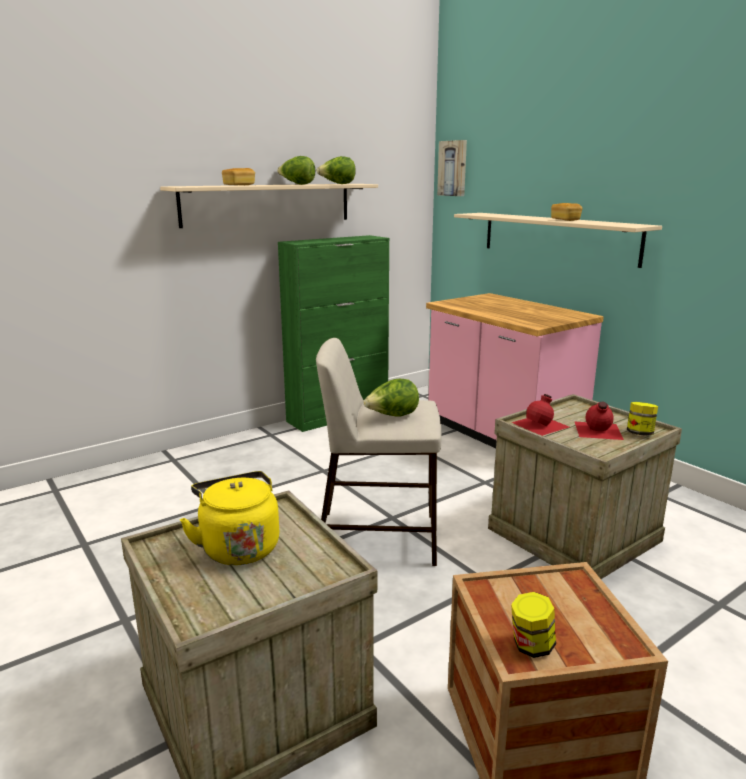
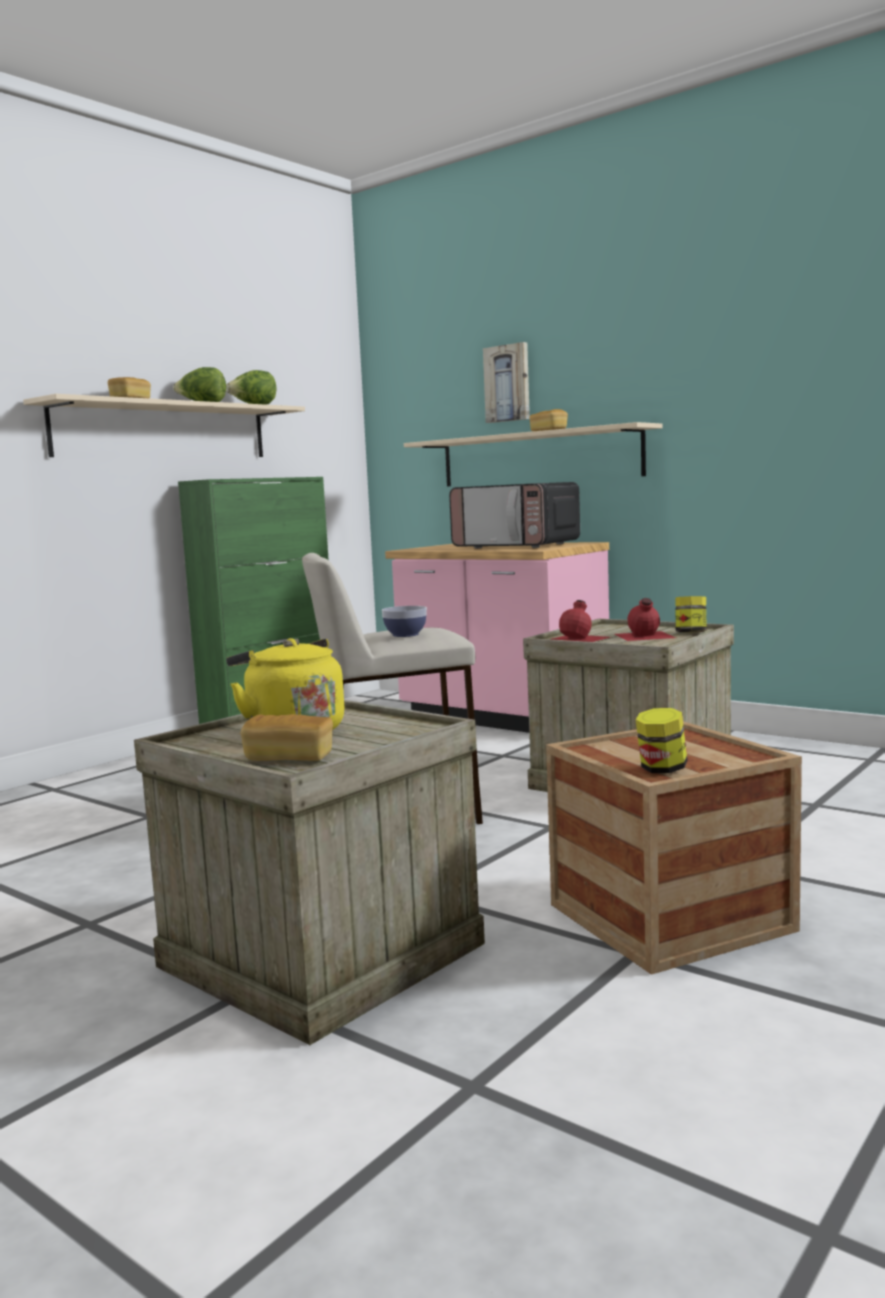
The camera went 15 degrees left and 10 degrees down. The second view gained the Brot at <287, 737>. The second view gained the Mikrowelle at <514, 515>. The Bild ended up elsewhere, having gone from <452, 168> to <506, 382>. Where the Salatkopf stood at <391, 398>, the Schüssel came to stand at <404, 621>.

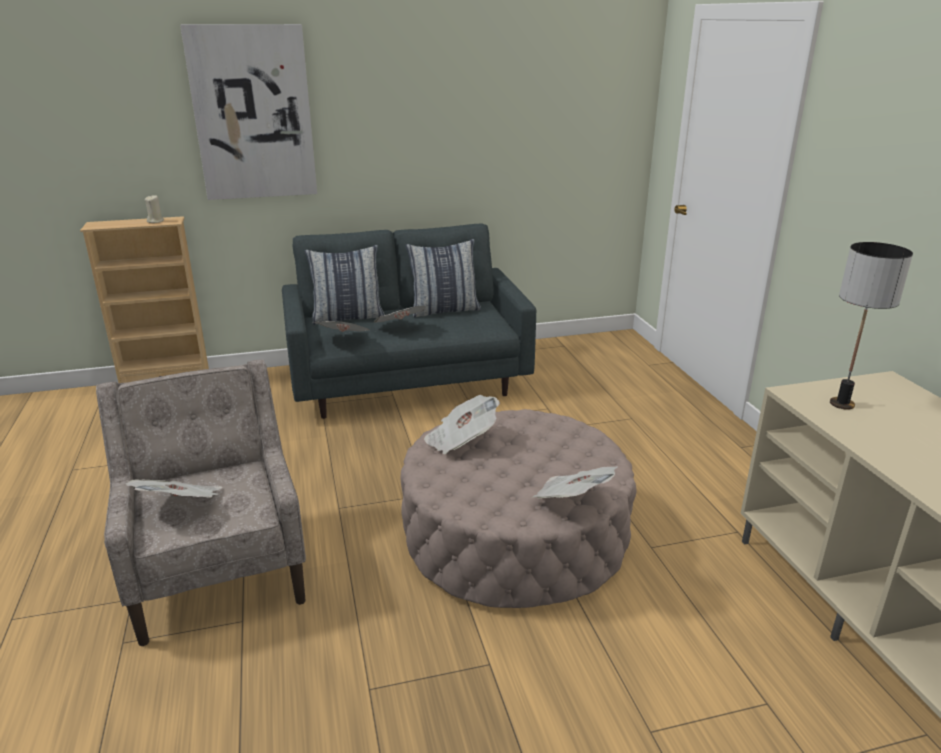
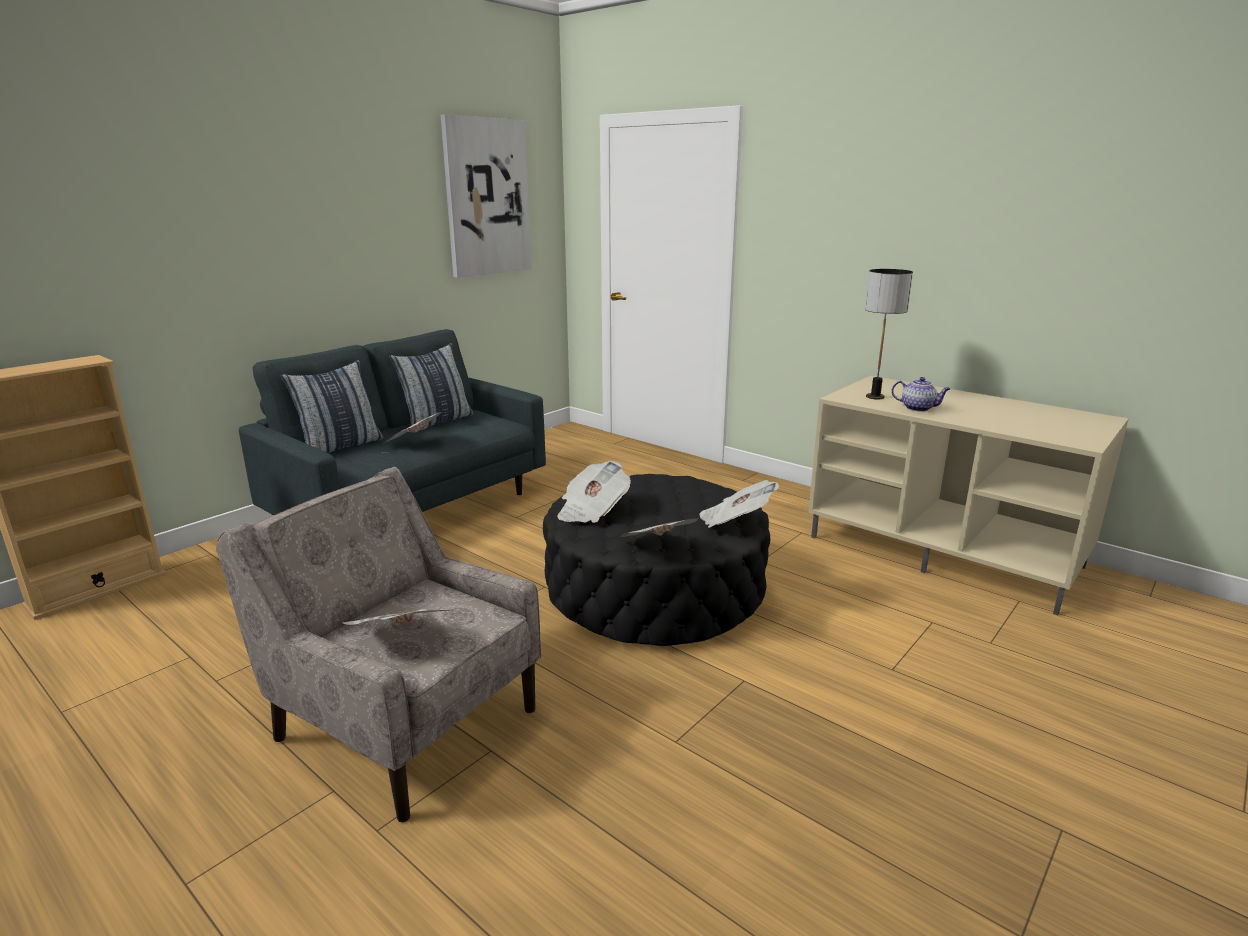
The camera went 35 degrees left and 5 degrees down. The second view lost the Kerze [beige] at <154, 209>. The second view gained the Teekanne at <920, 394>. The Bild ended up elsewhere, having gone from <248, 112> to <486, 196>. The Zeitung ended up elsewhere, having gone from <341, 326> to <659, 527>. What was the Polsterhocker [beige] at <519, 508> turned into the Polsterhocker [schwarz] at <656, 560>.

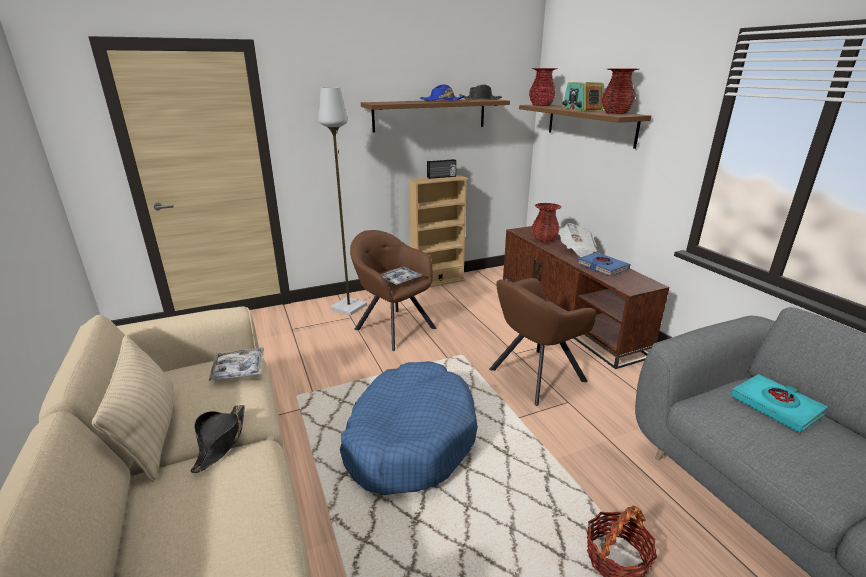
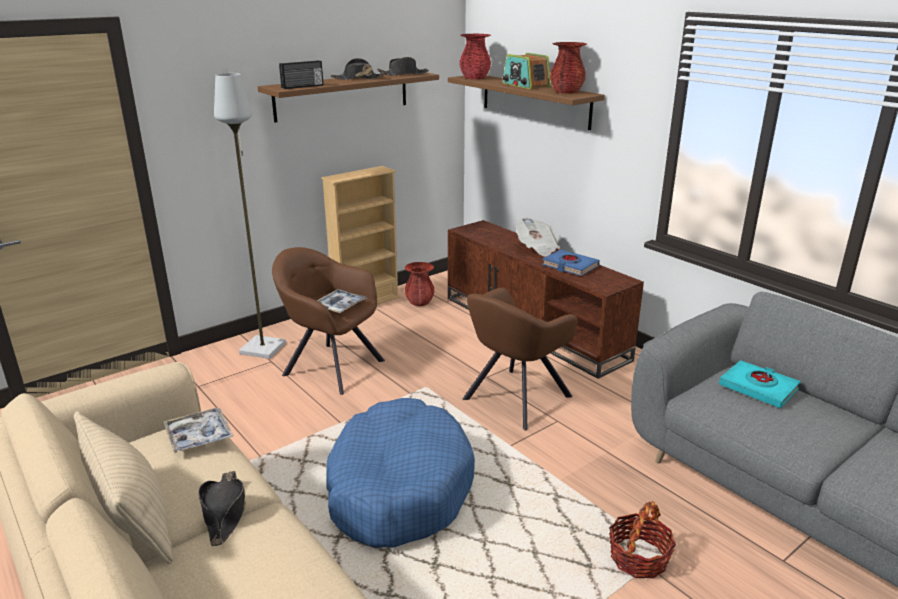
The camera went 15 degrees left and 0 degrees up. The Radio ended up elsewhere, having gone from <441, 169> to <301, 74>. The Vase [rot] ended up elsewhere, having gone from <547, 222> to <420, 284>. What was the Hut [blau] at <442, 92> turned into the Hut [schwarz] at <358, 69>.

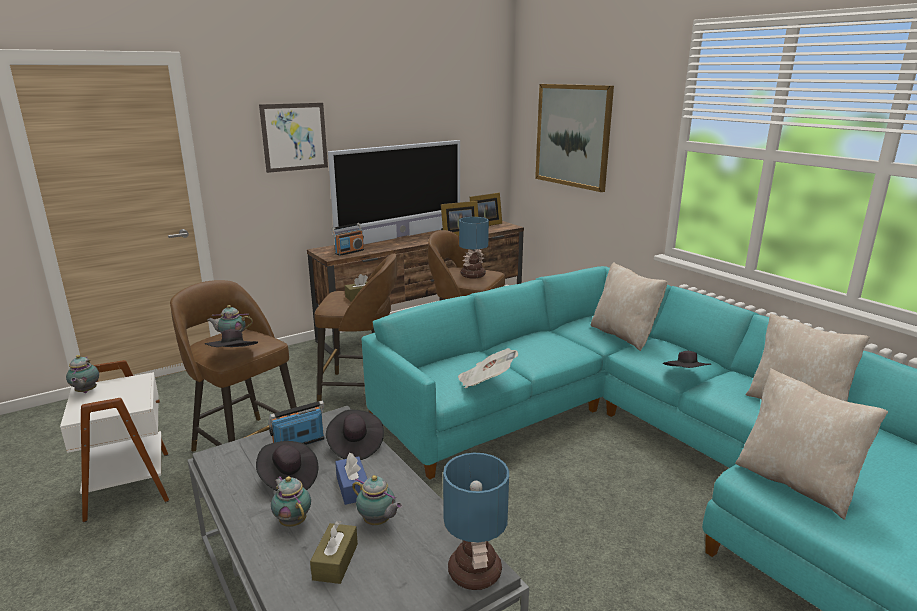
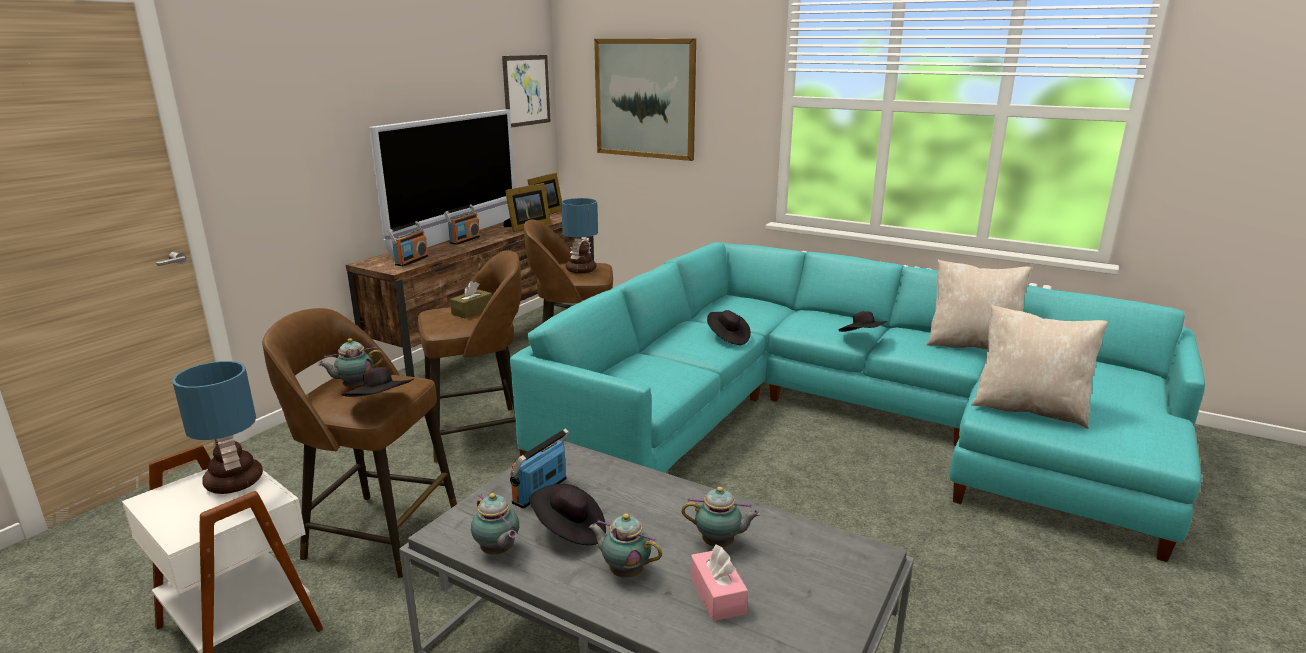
The camera went 25 degrees left and 0 degrees up. The second view lost the Taschentuchbox [blau] at <351, 479>. The second view lost the Zeitung at <488, 368>. The second view lost the Kissen [beige] at <629, 306>. The second view gained the Radio at <462, 224>. The Teekanne ended up elsewhere, having gone from <82, 374> to <495, 523>. The Bild ended up elsewhere, having gone from <293, 138> to <526, 91>. The Hut [schwarz] ended up elsewhere, having gone from <355, 435> to <729, 327>. The Tischlampe ended up elsewhere, having gone from <476, 521> to <217, 427>. What was the Taschentuchbox [braun] at <334, 552> turned into the Taschentuchbox [rosa] at <719, 583>.

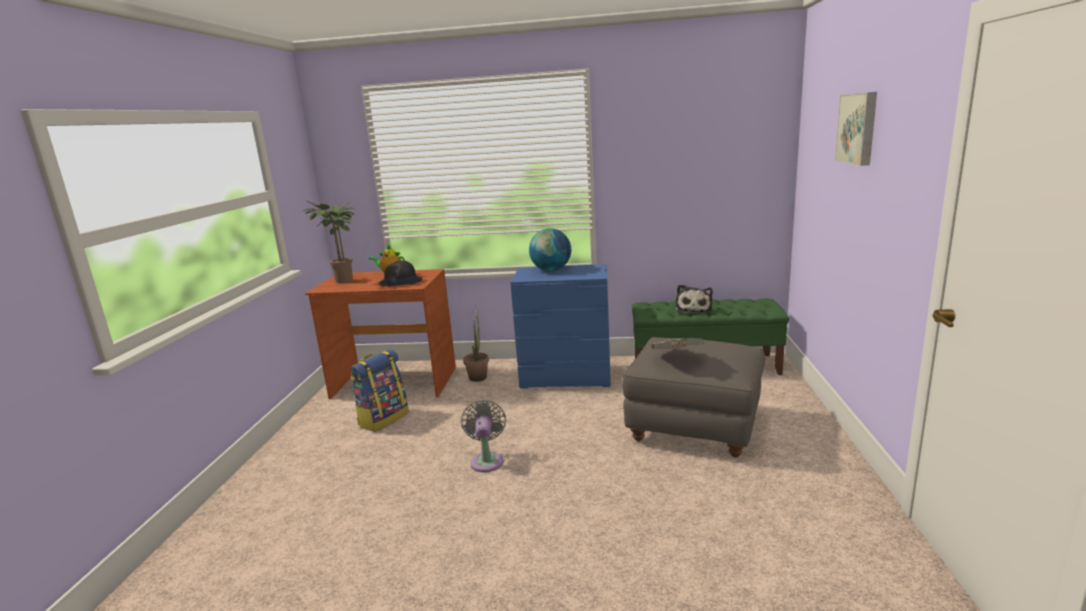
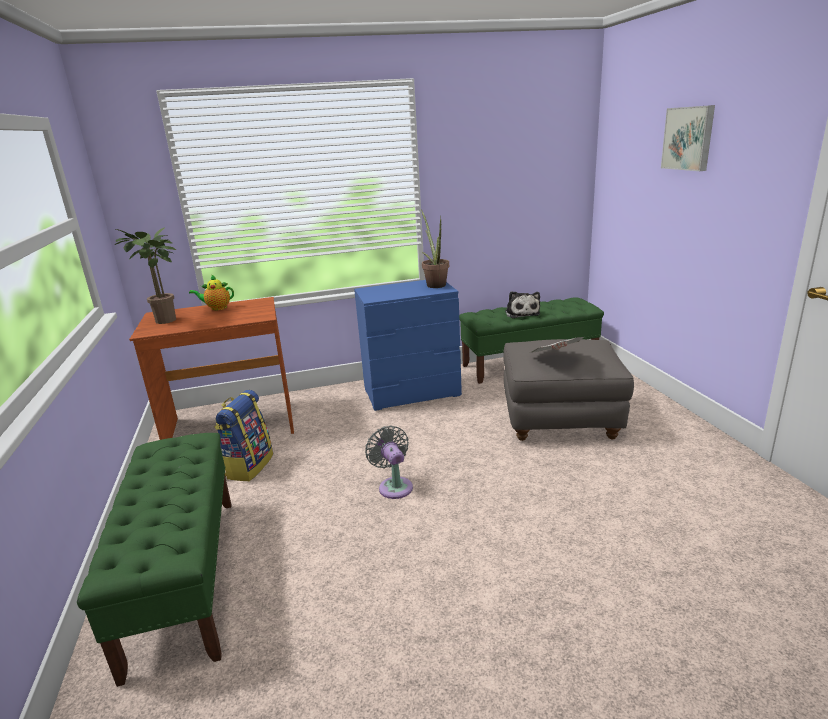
The camera went 20 degrees left and 5 degrees up. The second view lost the Hut [schwarz] at <401, 274>. The second view lost the Globus at <550, 249>. The second view gained the Bank [grün] at <154, 560>. The Topfpflanze ended up elsewhere, having gone from <476, 344> to <435, 248>.

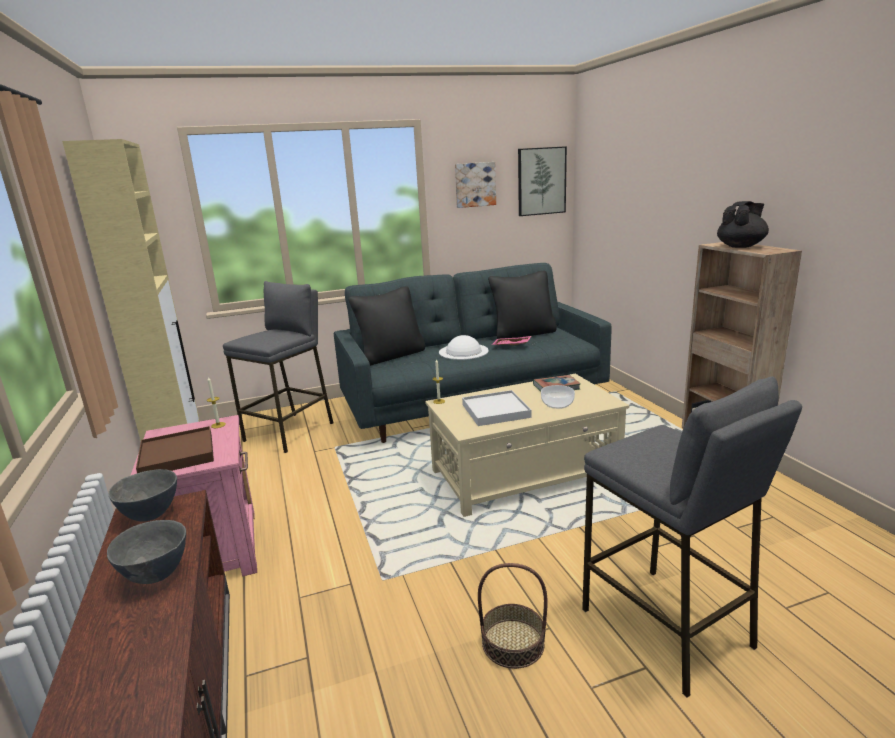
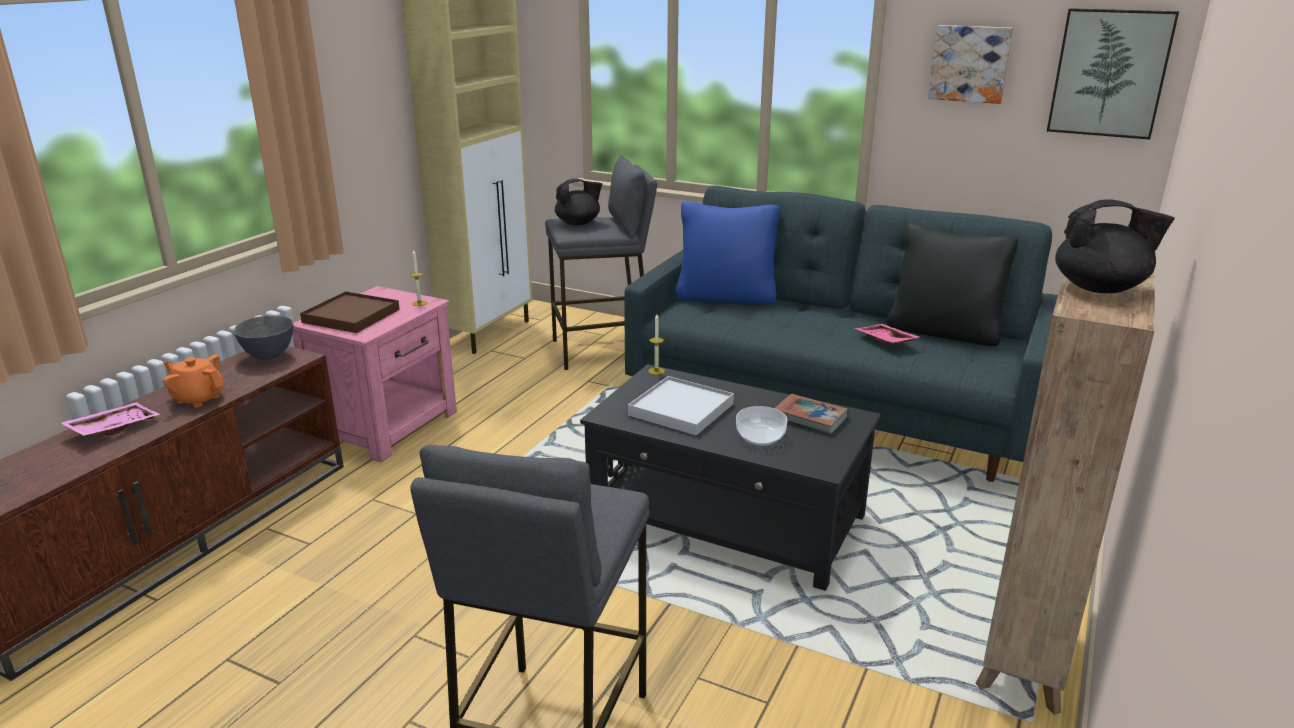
The camera went 45 degrees right and 5 degrees up. The second view lost the Hut [weiß] at <464, 347>. The second view lost the Korb at <513, 616>. The second view gained the Tablett [rosa] at <111, 419>. The second view gained the Teekanne [schwarz] at <578, 202>. Where the Schüssel [grau] stood at <146, 552>, the Teekanne [orange] came to stand at <193, 381>. What was the Kissen [schwarz] at <386, 326> turned into the Kissen [blau] at <727, 253>. What was the Couchtisch [beige] at <527, 445> turned into the Couchtisch [schwarz] at <730, 477>.

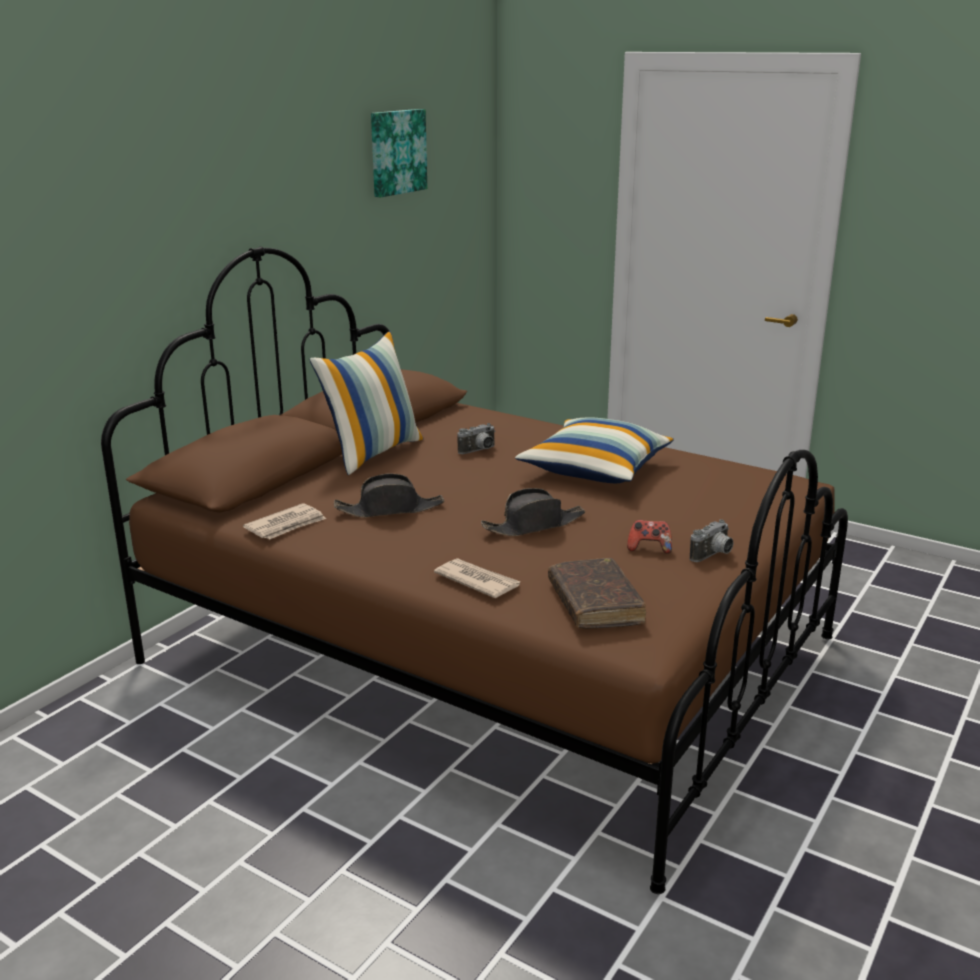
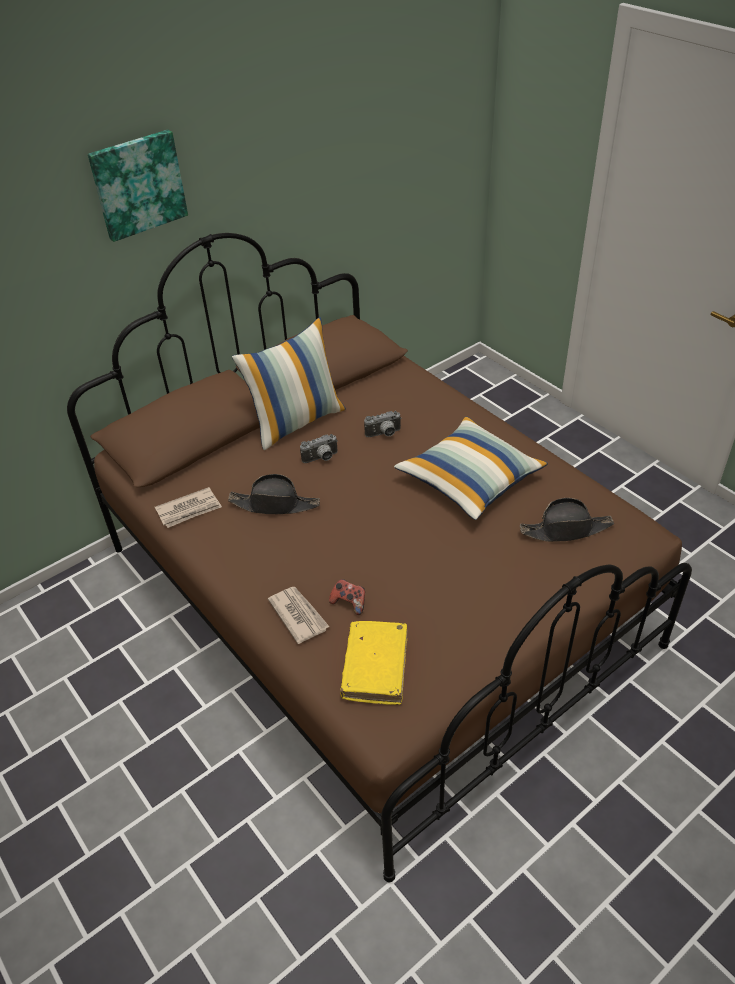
The camera went 20 degrees right and 20 degrees up. The Bild ended up elsewhere, having gone from <399, 153> to <138, 186>. The Hut [schwarz] ended up elsewhere, having gone from <533, 512> to <567, 520>. The Gamepad ended up elsewhere, having gone from <649, 537> to <347, 597>. The Kamera ended up elsewhere, having gone from <712, 540> to <319, 448>. What was the Buch [braun] at <597, 593> turned into the Buch [gelb] at <373, 663>.

